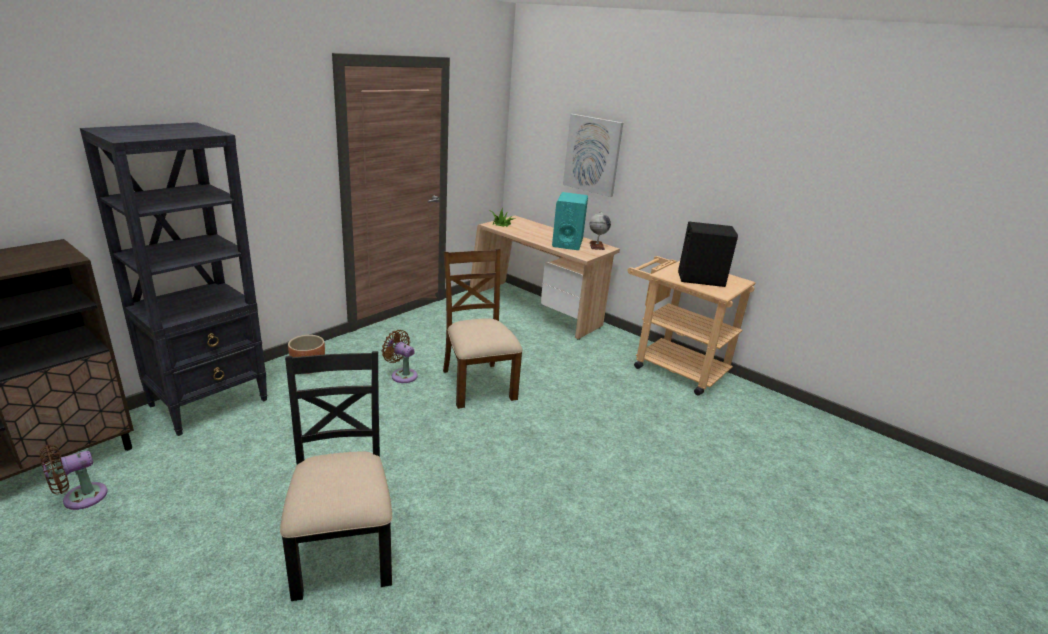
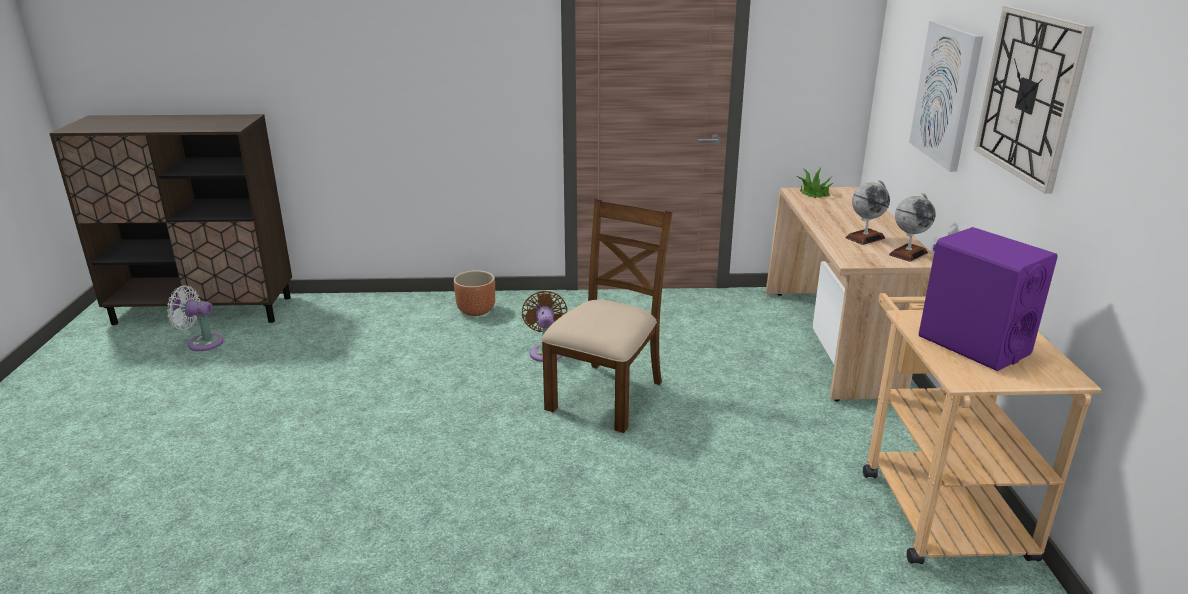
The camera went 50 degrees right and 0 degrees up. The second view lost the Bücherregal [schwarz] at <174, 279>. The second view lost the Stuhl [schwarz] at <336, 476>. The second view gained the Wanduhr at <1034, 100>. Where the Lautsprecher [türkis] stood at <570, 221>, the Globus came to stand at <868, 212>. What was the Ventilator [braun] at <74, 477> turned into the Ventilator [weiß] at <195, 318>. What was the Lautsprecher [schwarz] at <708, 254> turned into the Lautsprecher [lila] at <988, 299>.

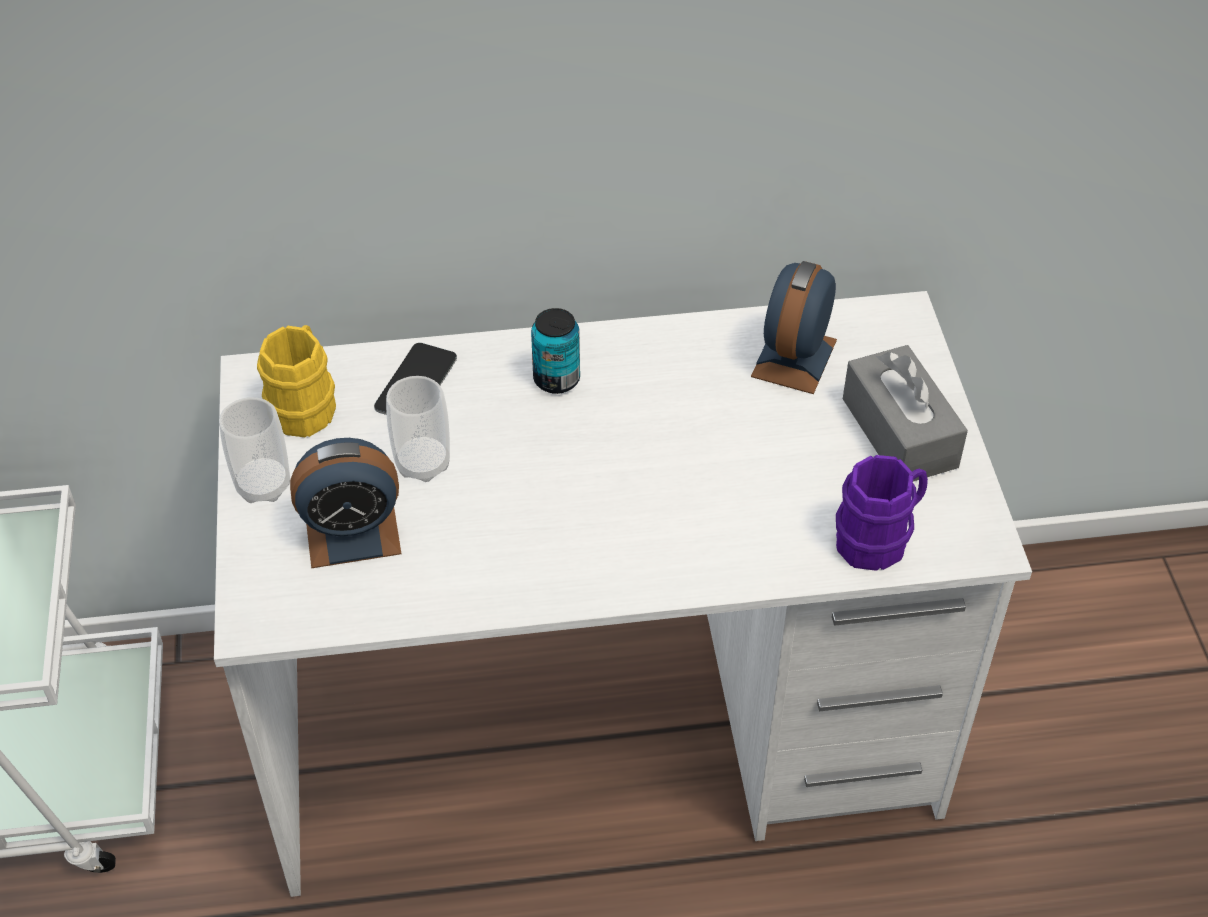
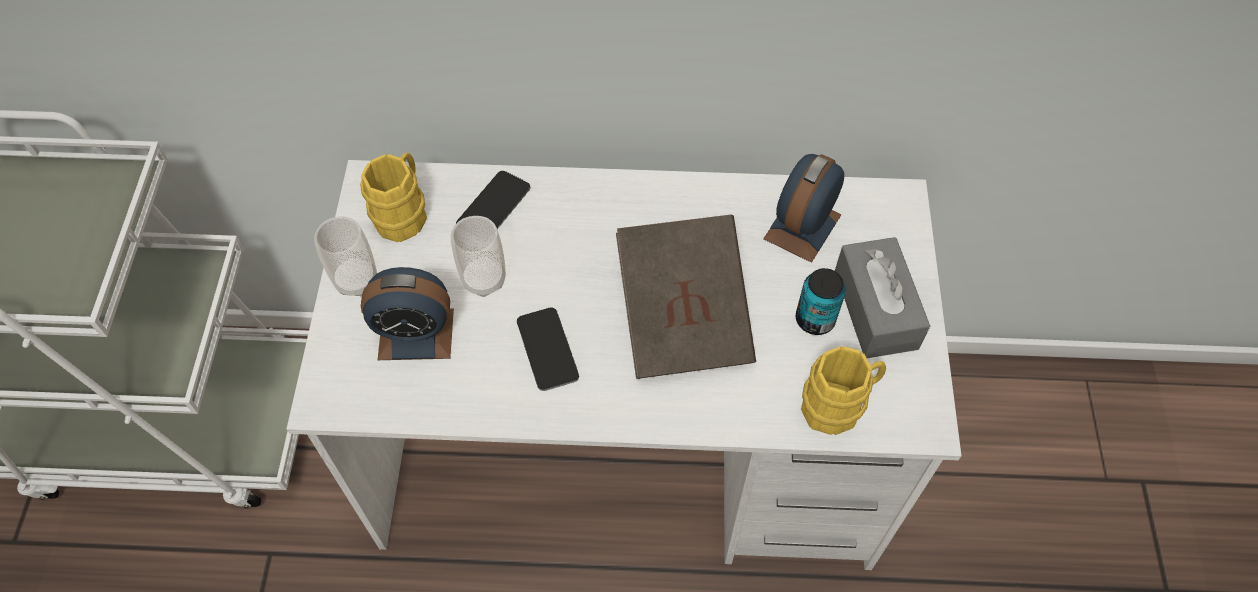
The camera went 10 degrees right and 10 degrees up. The second view gained the Handy at <548, 349>. The second view gained the Buch [braun] at <686, 297>. The Dose ended up elsewhere, having gone from <555, 351> to <821, 301>. What was the Henkelbecher [lila] at <882, 513> turned into the Henkelbecher [gelb] at <843, 390>.

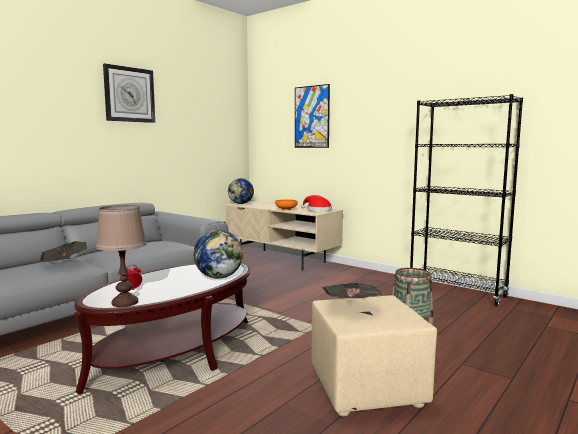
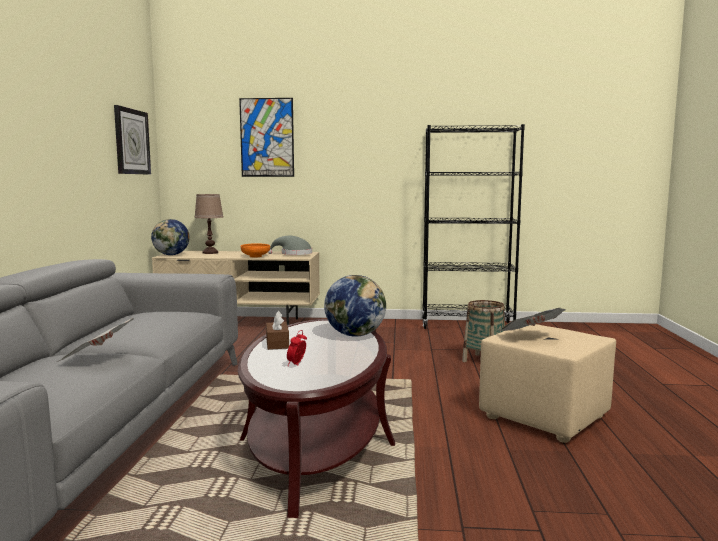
The camera went 35 degrees left and 0 degrees up. The second view gained the Taschentuchbox [braun] at <277, 330>. The Tischlampe [braun] ended up elsewhere, having gone from <121, 256> to <208, 224>. The Wanduhr ended up elsewhere, having gone from <129, 93> to <132, 139>. What was the Hut [rot] at <316, 203> turned into the Hut [grau] at <290, 245>.

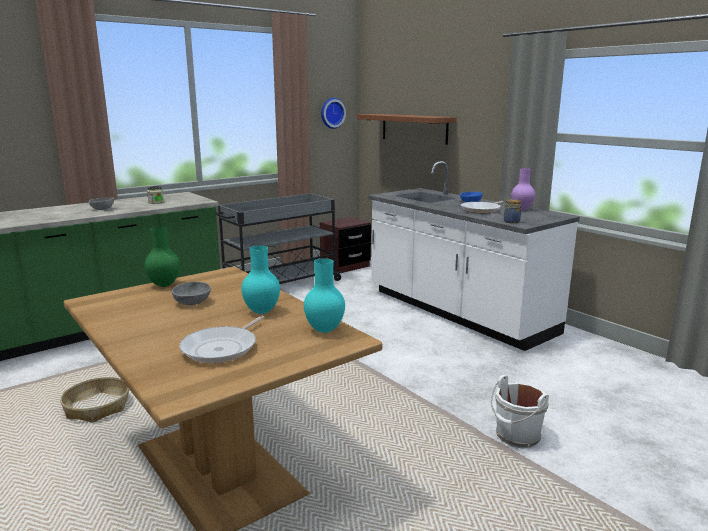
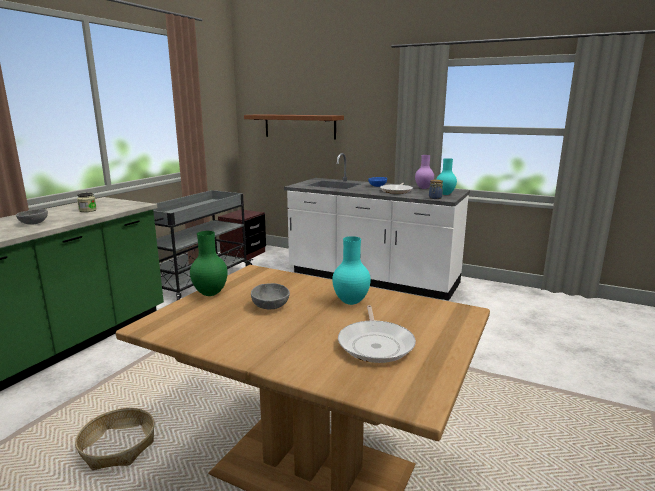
The camera went 25 degrees left and 0 degrees up. The second view lost the Wanduhr at <333, 113>. The second view lost the Eimer [weiß] at <519, 411>. The Vase [türkis] ended up elsewhere, having gone from <324, 295> to <447, 176>.

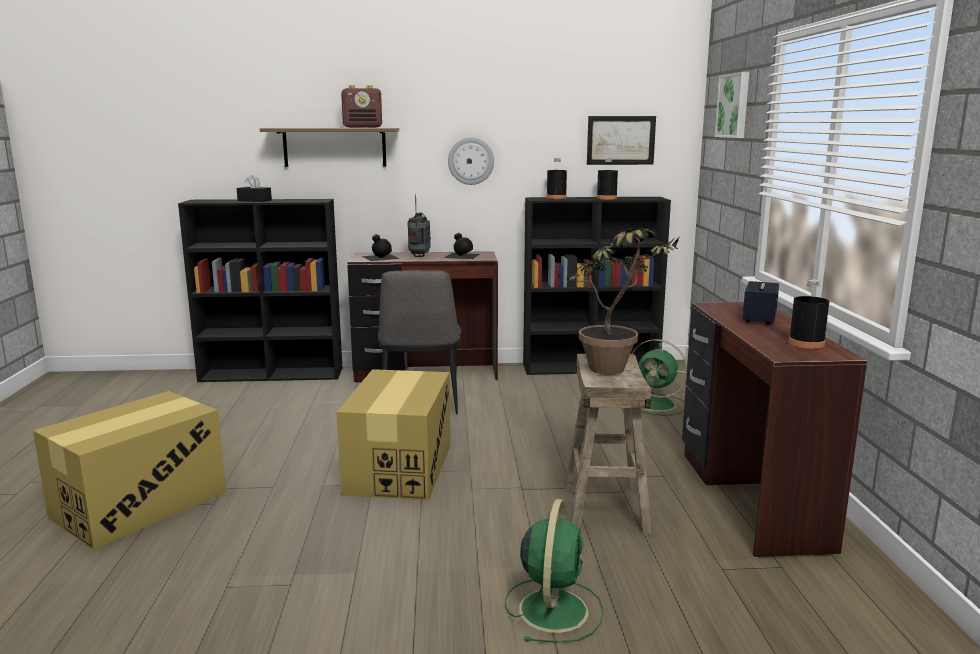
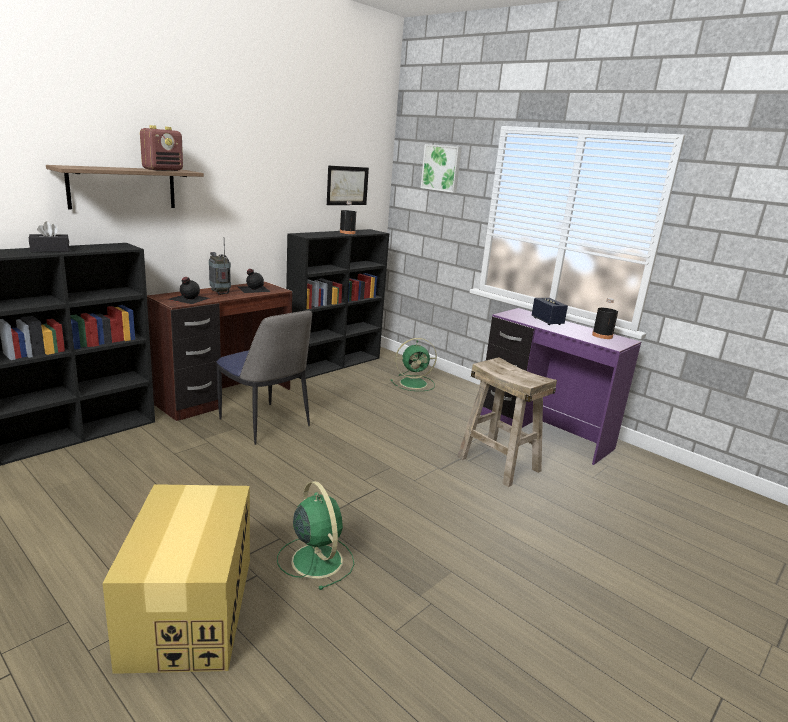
The camera went 45 degrees left and 5 degrees up. The second view lost the Karton at <393, 434>. The second view lost the Wanduhr at <471, 161>. The second view lost the Flasche [schwarz] at <556, 178>. The second view lost the Topfpflanze at <624, 301>. The Ventilator [grün] ended up elsewhere, having gone from <554, 571> to <315, 535>. What was the Schreibtisch [braun] at <774, 429> turned into the Schreibtisch [lila] at <560, 386>.

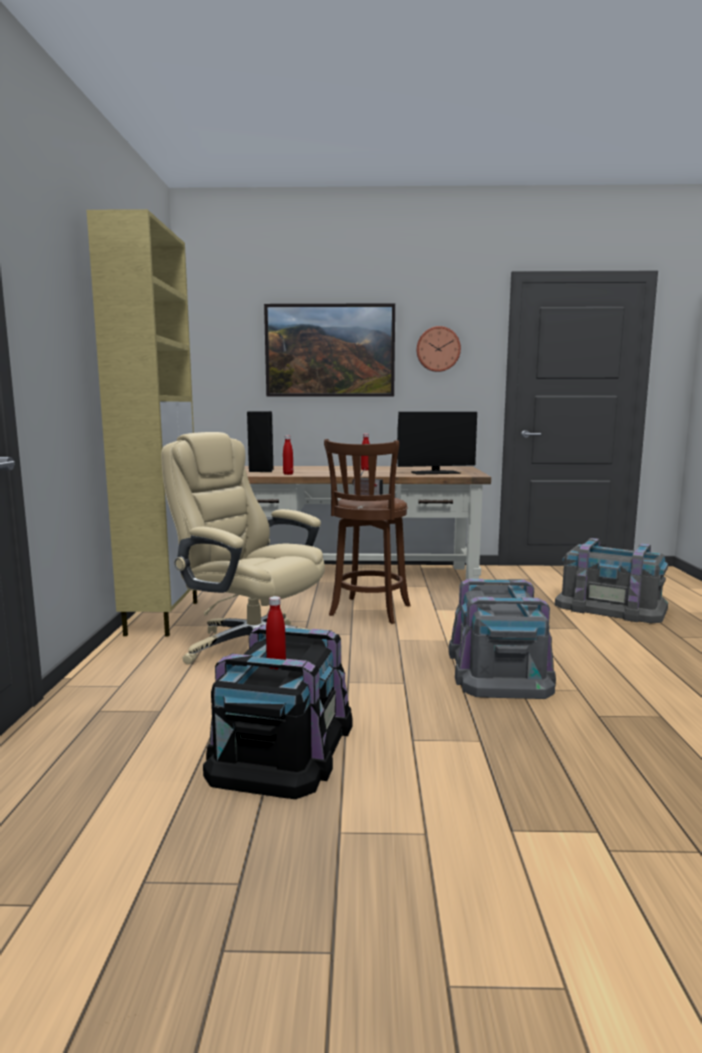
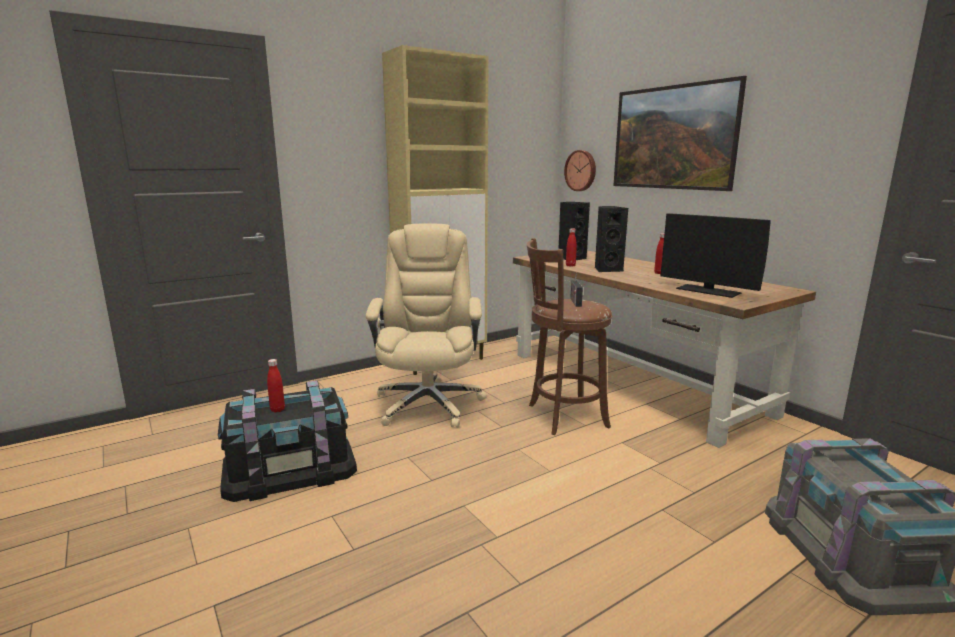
The camera went 55 degrees right and 5 degrees up. The second view lost the Aufbewahrungsbox [grau] at <502, 639>. The second view gained the Lautsprecher [schwarz] at <612, 239>. The Wanduhr ended up elsewhere, having gone from <438, 349> to <580, 170>.

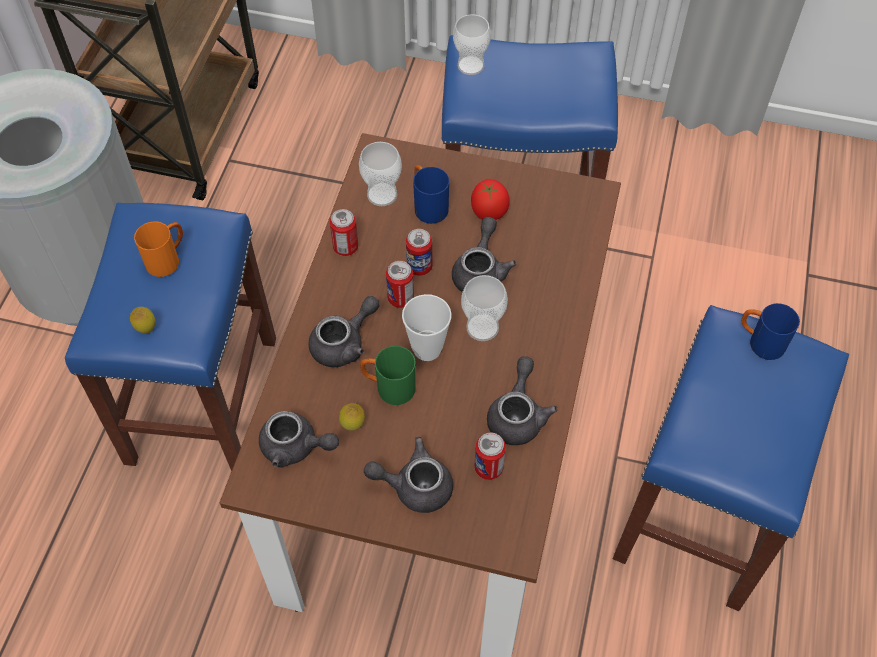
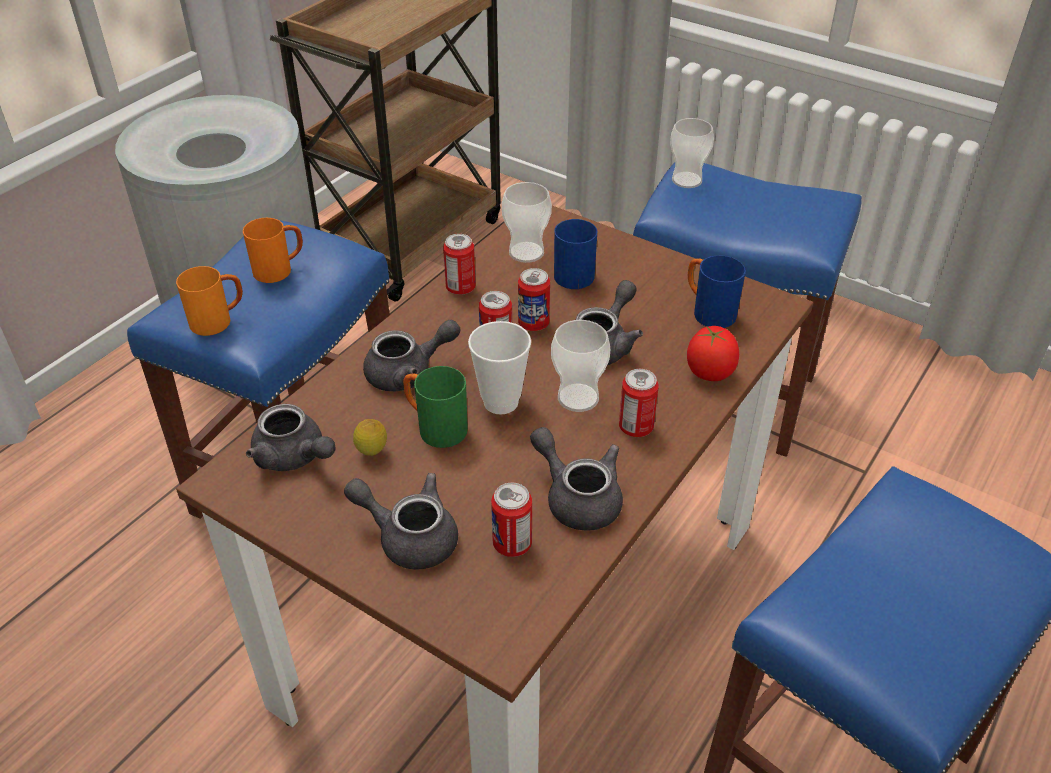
The camera went 20 degrees right and 15 degrees down. The second view gained the Dose at <639, 403>. The Tomate ended up elsewhere, having gone from <490, 199> to <713, 353>. The Henkelbecher [blau] ended up elsewhere, having gone from <770, 331> to <717, 291>. Where the Zitrone stood at <142, 320>, the Henkelbecher [orange] came to stand at <209, 301>. The Teekanne [grau] at <522, 400> ended up facing another way, 75 degrees counterclockwise from before.

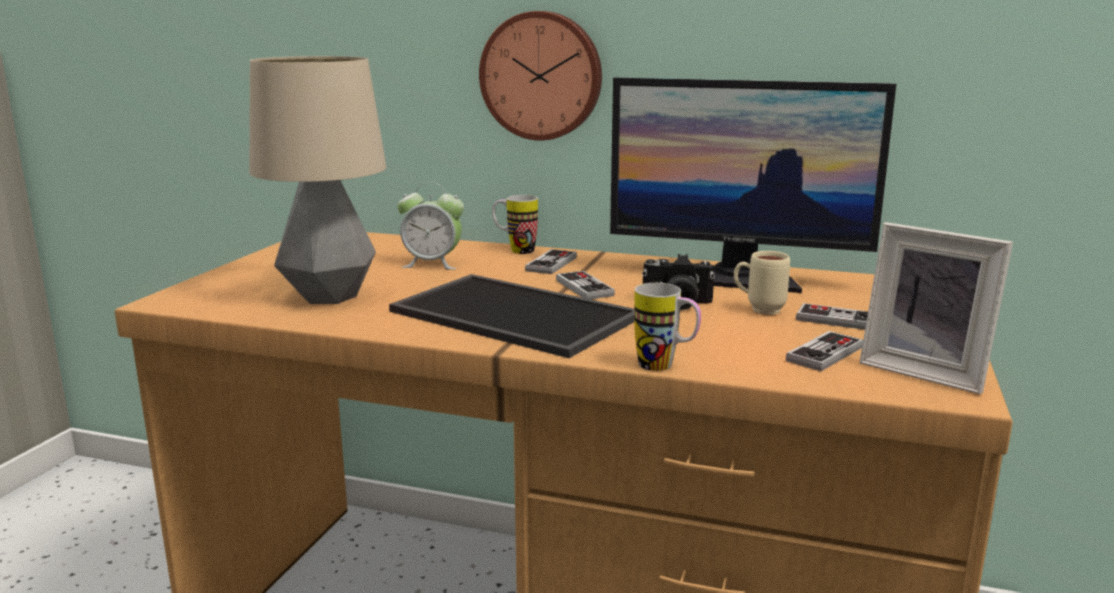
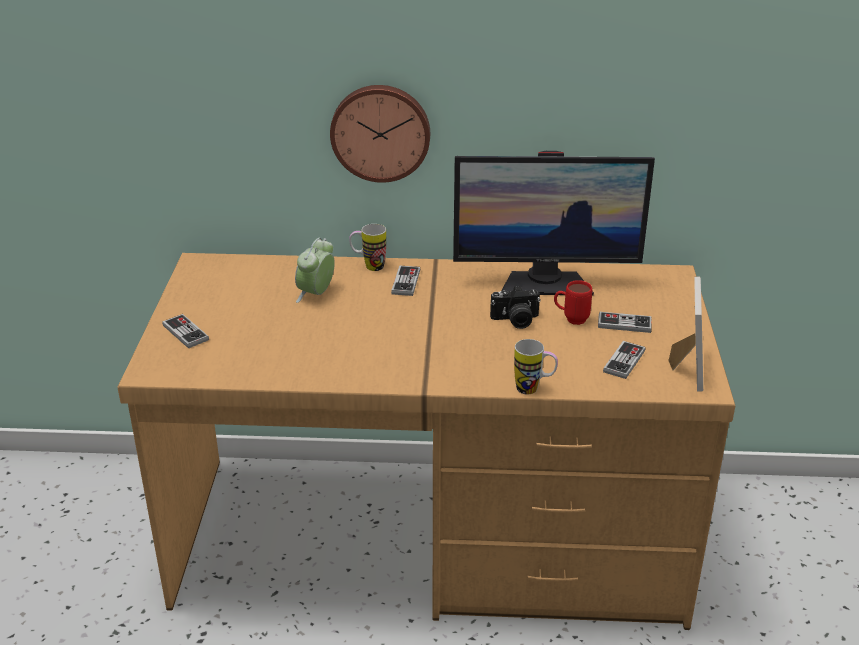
The camera went 15 degrees left and 15 degrees up. The second view lost the Tischlampe at <317, 180>. The second view lost the Tablett at <511, 316>. The Gamepad ended up elsewhere, having gone from <585, 285> to <185, 331>. What was the Henkelbecher [beige] at <762, 283> turned into the Henkelbecher [rot] at <573, 302>. The Wecker at <430, 226> ended up facing another way, 120 degrees clockwise from before. The Bilderrahmen at <936, 308> ended up facing another way, 105 degrees counterclockwise from before.

